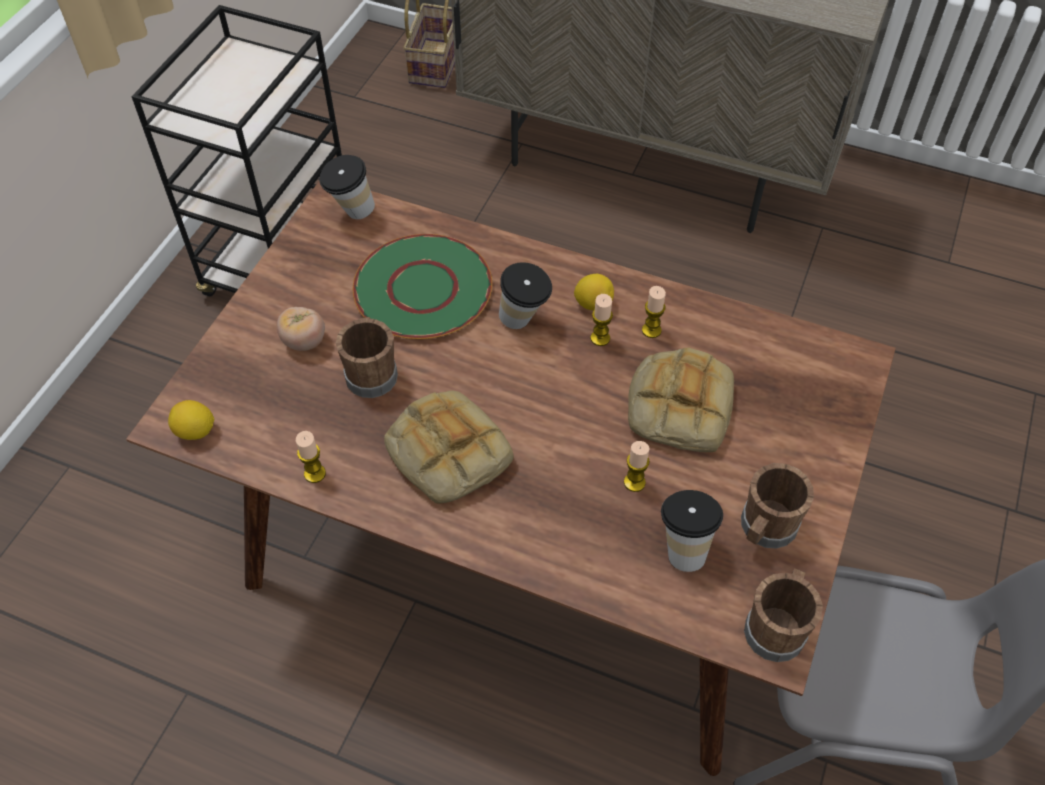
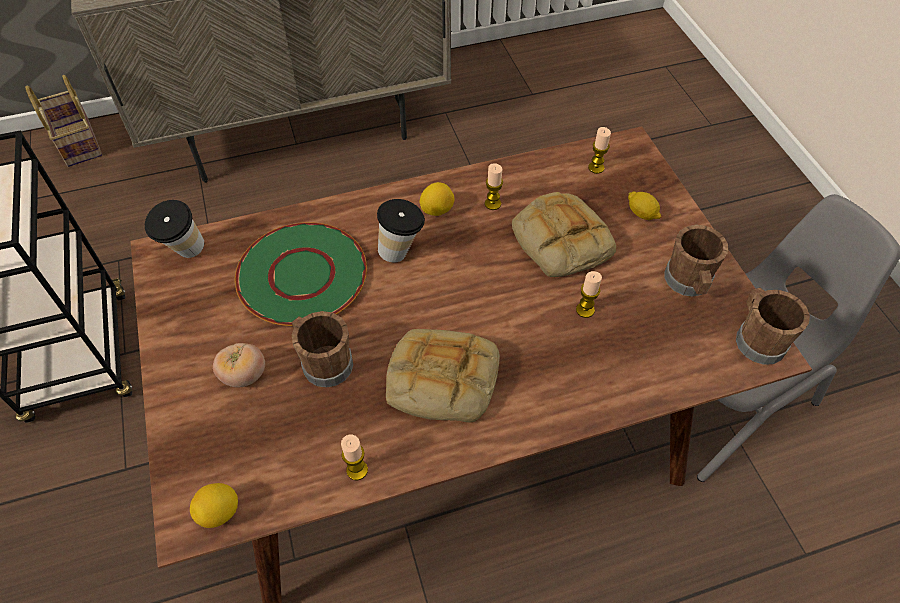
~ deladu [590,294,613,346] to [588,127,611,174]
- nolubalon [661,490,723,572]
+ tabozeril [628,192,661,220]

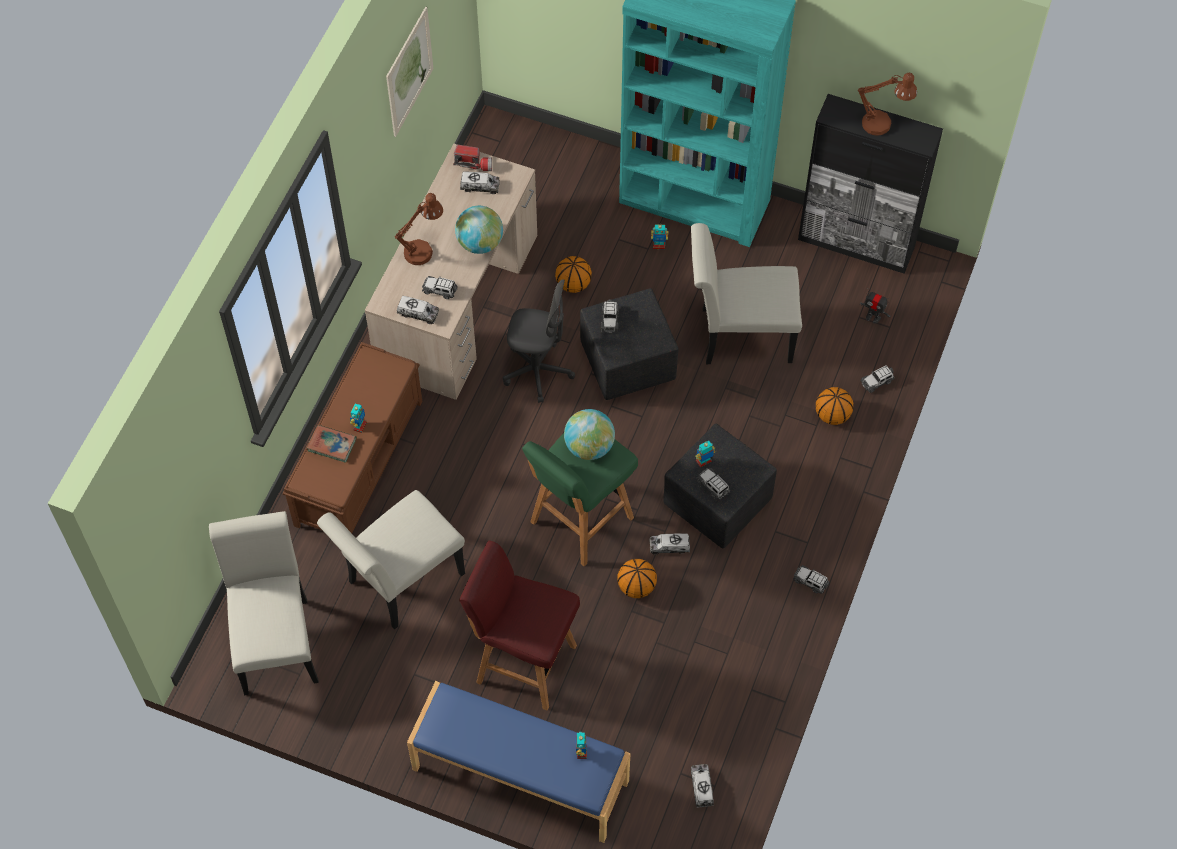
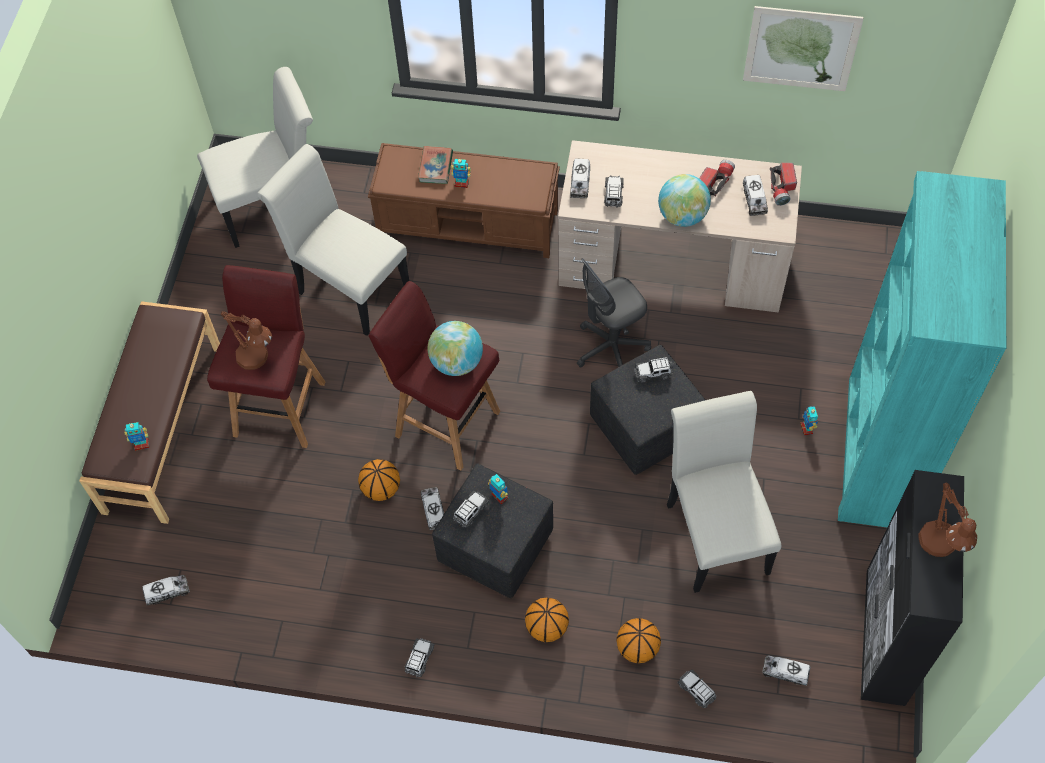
~ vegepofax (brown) [395,193,443,265] to [221,312,272,370]
~ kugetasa [555,256,592,293] to [525,597,569,642]
~ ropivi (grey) [503,279,575,403] = [577,258,651,368] 60 degrees clockwise
~ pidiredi [860,290,890,323] to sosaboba [762,655,811,686]
~ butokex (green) [522,433,638,566] to butokex (red) [369,281,500,471]
~ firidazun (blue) [407,681,630,843] to firidazun (brown) [79,301,220,524]
+ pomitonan [699,160,735,197]

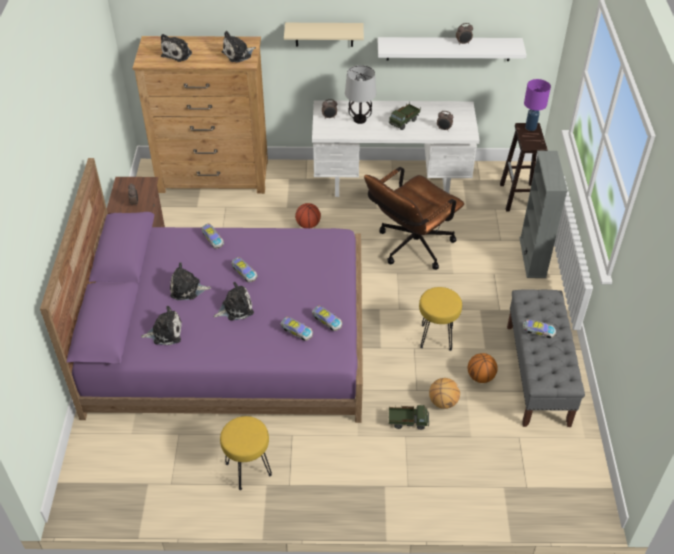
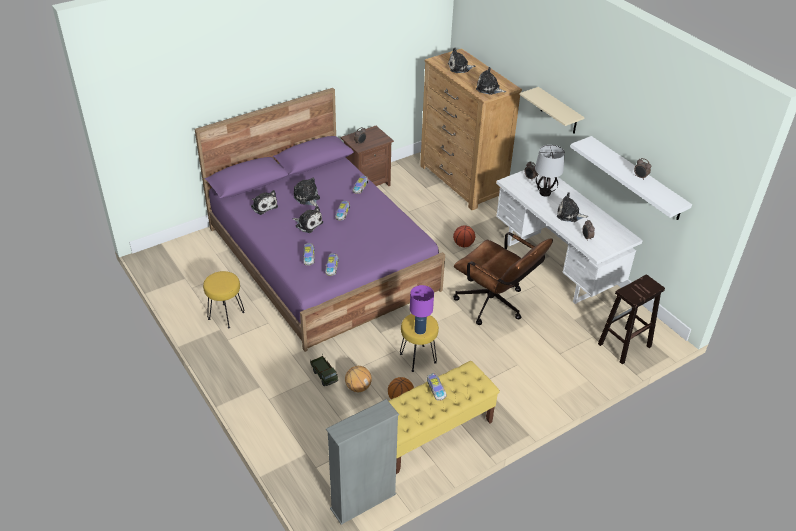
~ vegepofax (purple) [524,79,551,131] to [410,285,434,334]
~ sosaboba [389,101,421,130] to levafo [557,192,588,222]
~ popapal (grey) [519,151,568,278] to [326,399,399,525]
~ ropivi (brown) [364,167,464,270] = [453,232,553,325] 150 degrees counterclockwise
~ firidazun (grey) [507,289,585,427] to firidazun (yellow) [389,361,500,474]

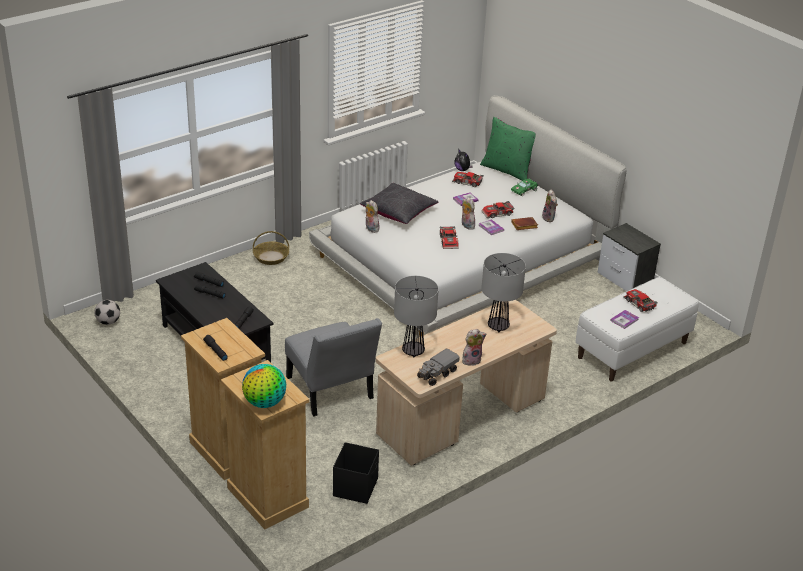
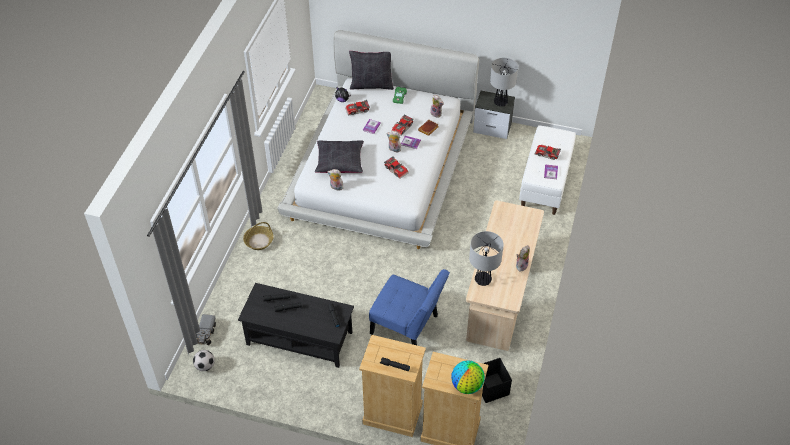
~ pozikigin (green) [480,117,536,181] to pozikigin (black) [349,51,394,90]
~ vegepofax [481,253,526,332] to [490,58,518,106]
~ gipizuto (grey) [285,318,382,416] to gipizuto (blue) [369,269,450,345]
~ sosaboba [417,349,460,386] to [197,314,216,345]

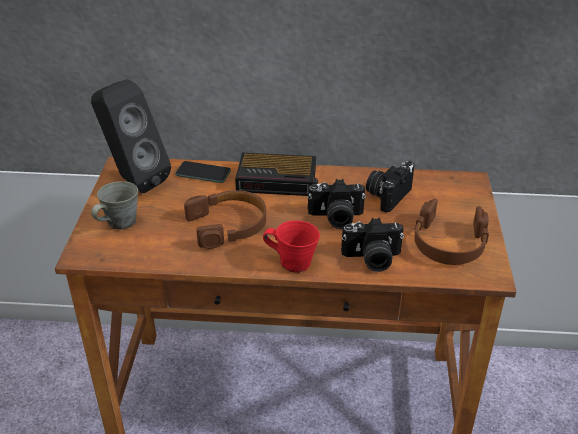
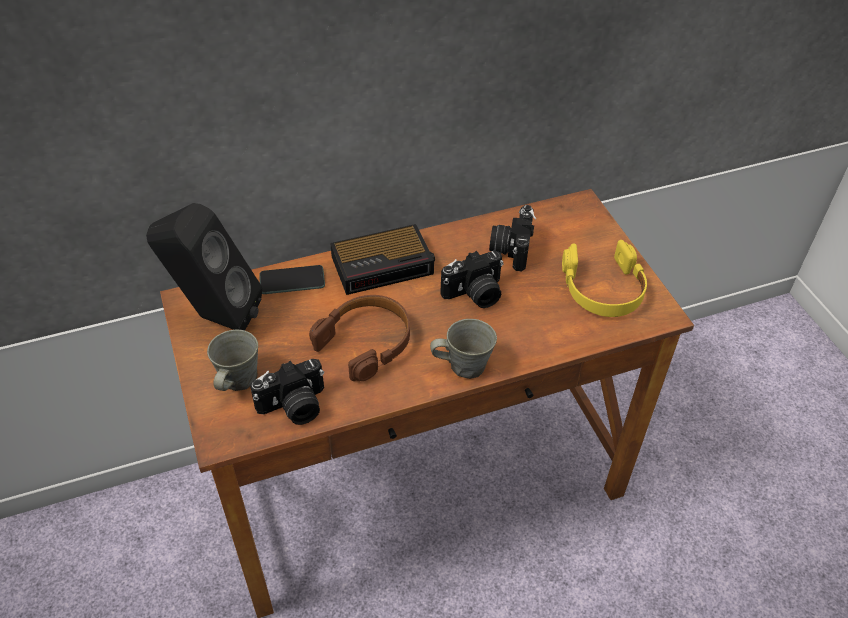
~ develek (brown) [414,198,489,265] to develek (yellow) [562,240,647,317]
~ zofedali [341,218,404,272] to [250,359,324,425]
~ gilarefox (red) [263,220,320,273] to gilarefox (grey) [430,319,497,379]

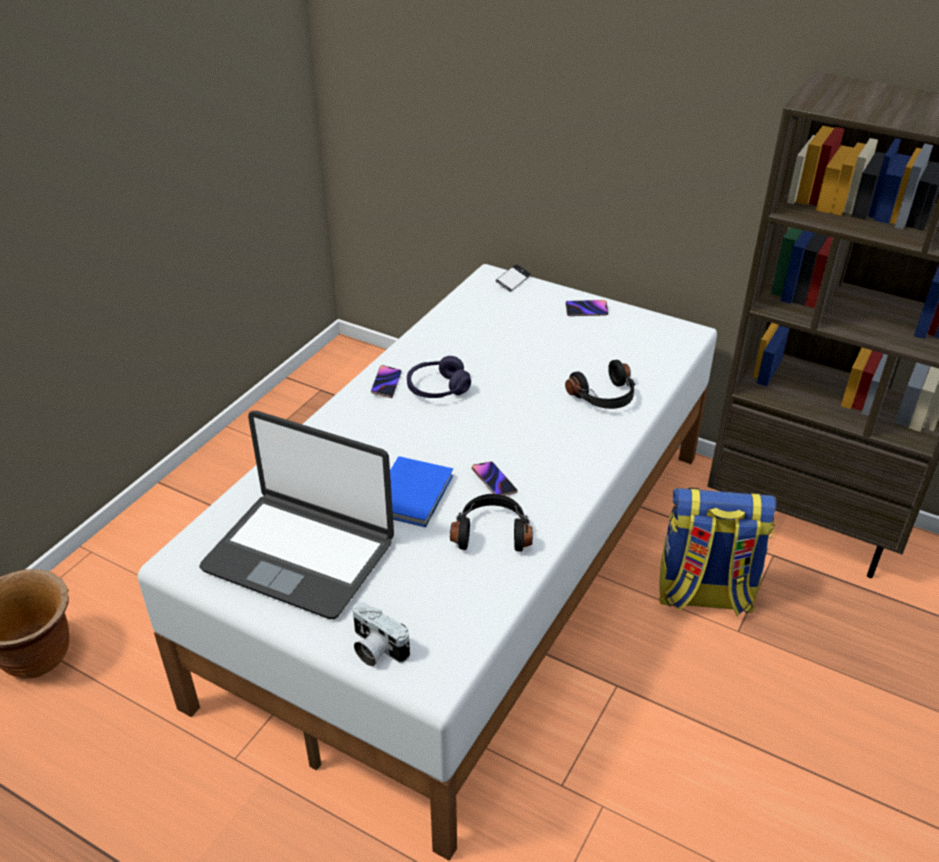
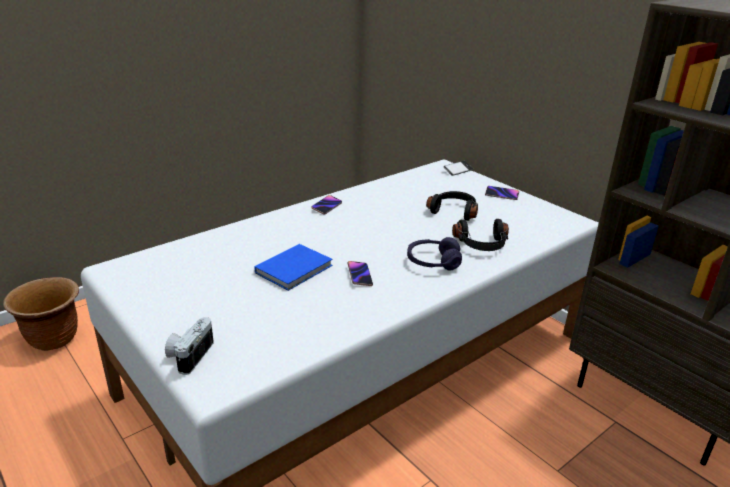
~ develek (purple) [407,356,471,398] to [407,237,462,271]
- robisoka [199,411,394,619]
- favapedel [659,488,776,616]
~ develek (black) [450,494,533,552] to [426,191,478,221]
~ zofedali [353,602,410,667] = [165,317,214,375] 45 degrees clockwise

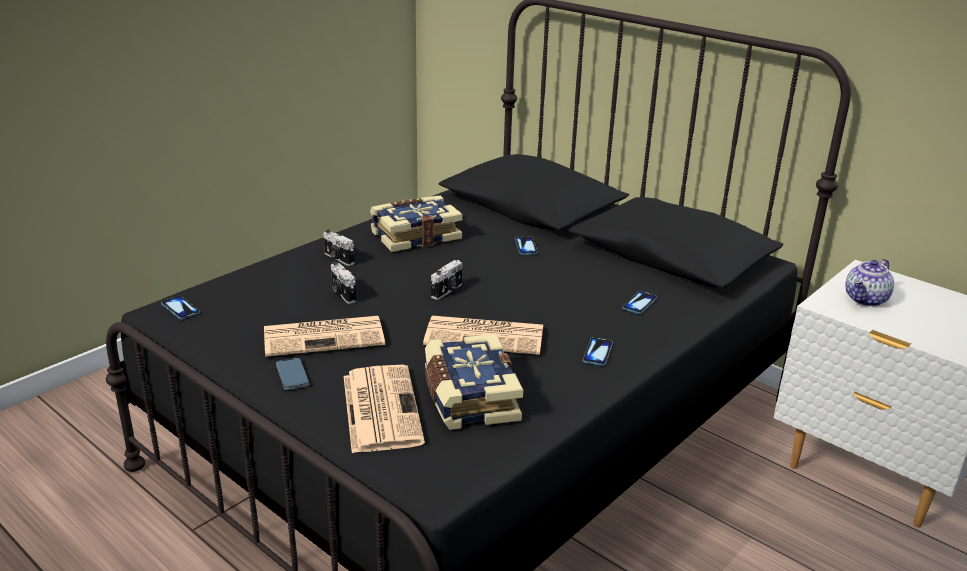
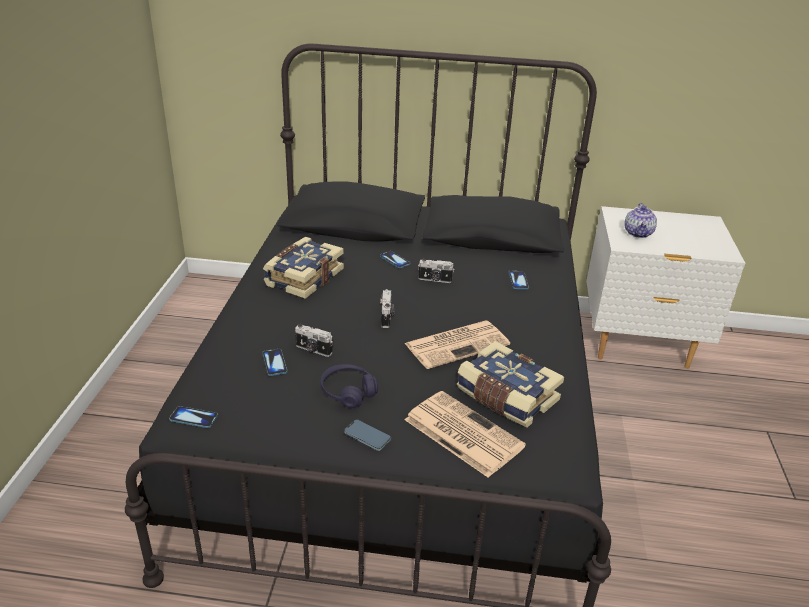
~ zofedali [323,229,355,266] to [418,259,454,283]
~ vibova [264,316,385,357] to develek (purple) [321,364,378,408]
~ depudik [583,337,613,366] to [262,349,288,376]

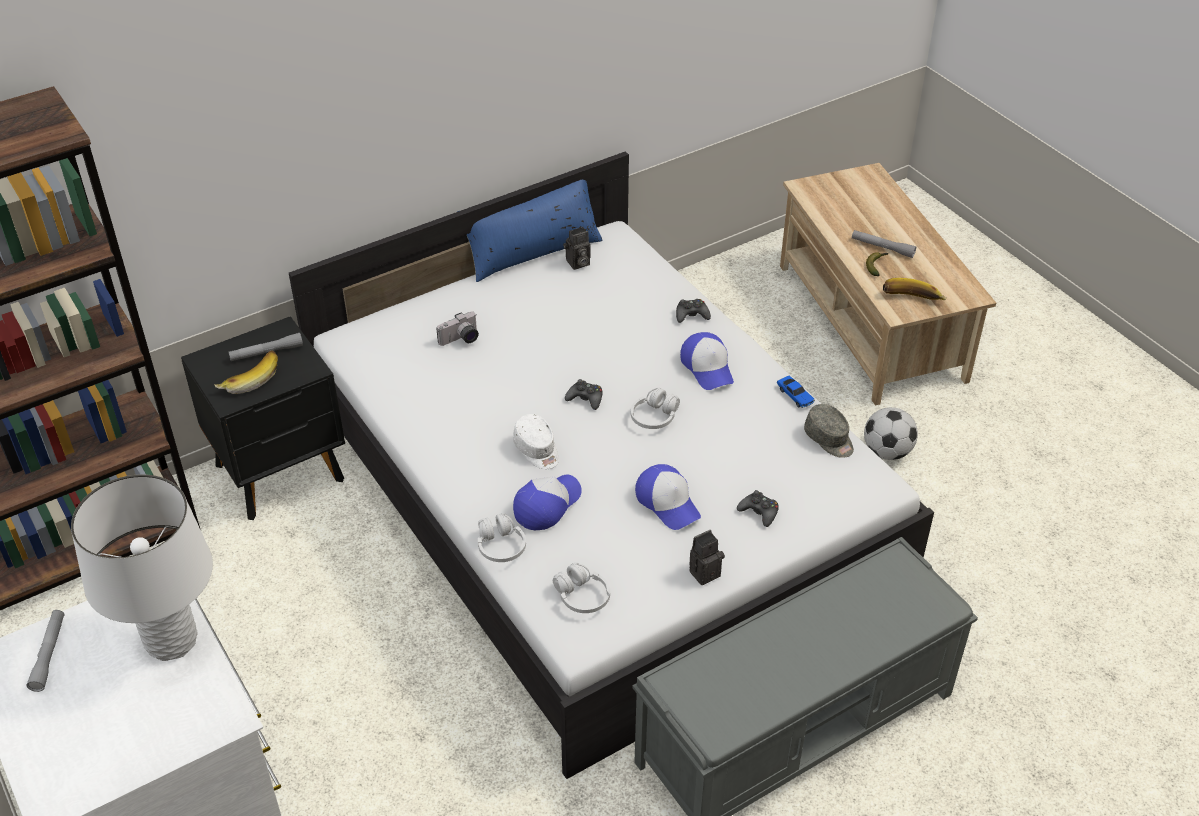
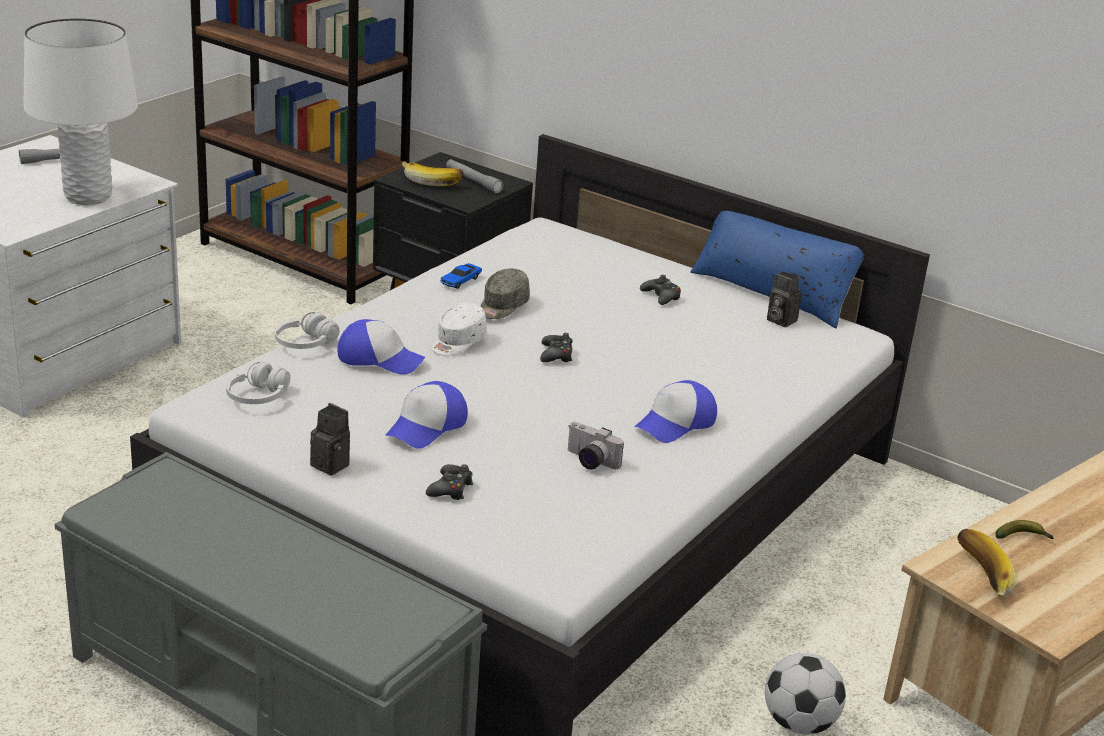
- pomitonan (grey) [852,230,916,258]
~ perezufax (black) [676,299,711,323] to [640,275,681,305]
~ zofedali [436,312,479,346] to [568,422,624,470]
~ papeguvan [777,376,815,408] to [440,263,482,289]
- develek (white) [630,388,680,429]
~ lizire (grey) [804,404,854,458] to [481,268,530,319]

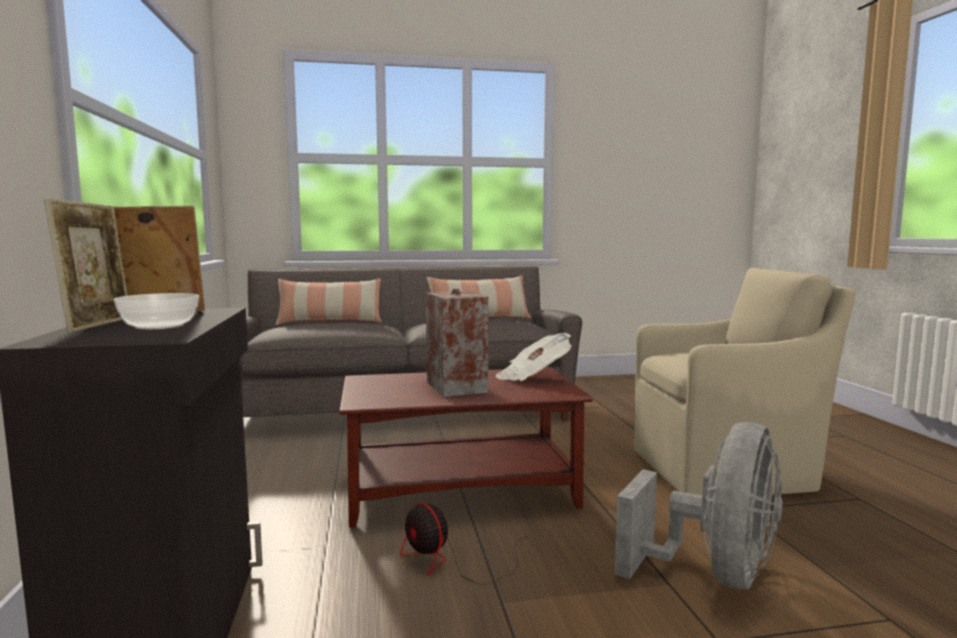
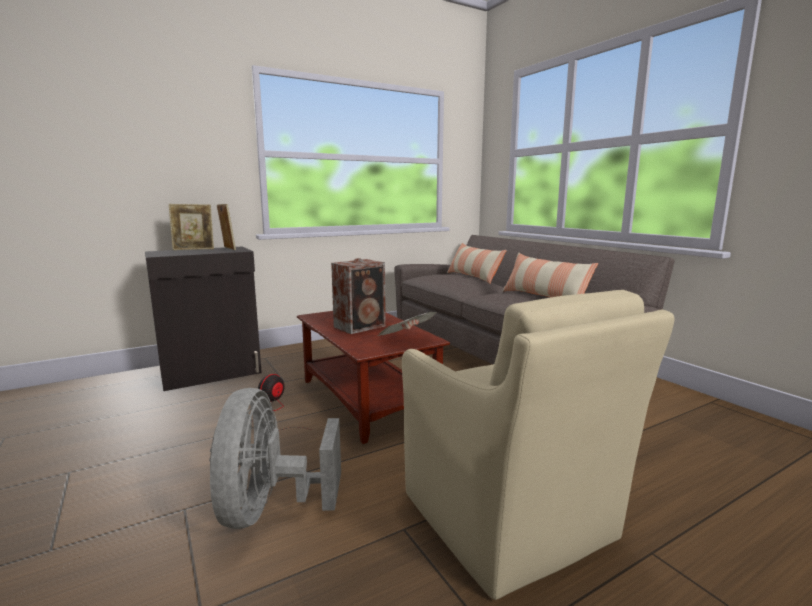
- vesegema [114,293,199,330]
~ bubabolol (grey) [615,422,783,589] = [209,388,341,529] 75 degrees clockwise

